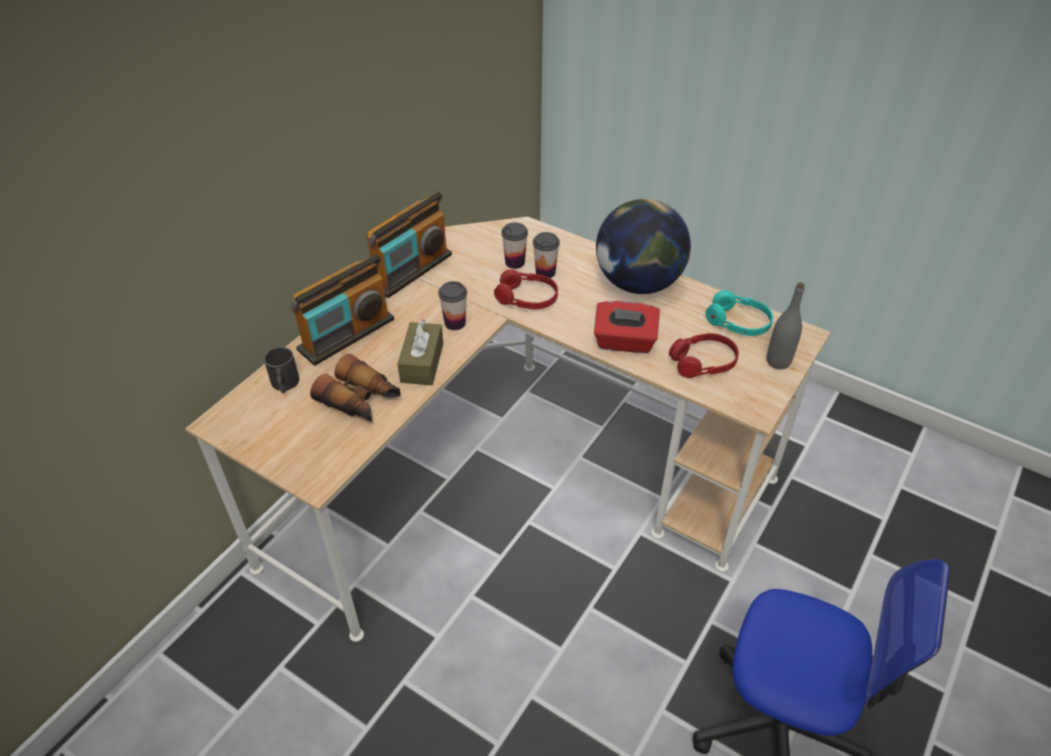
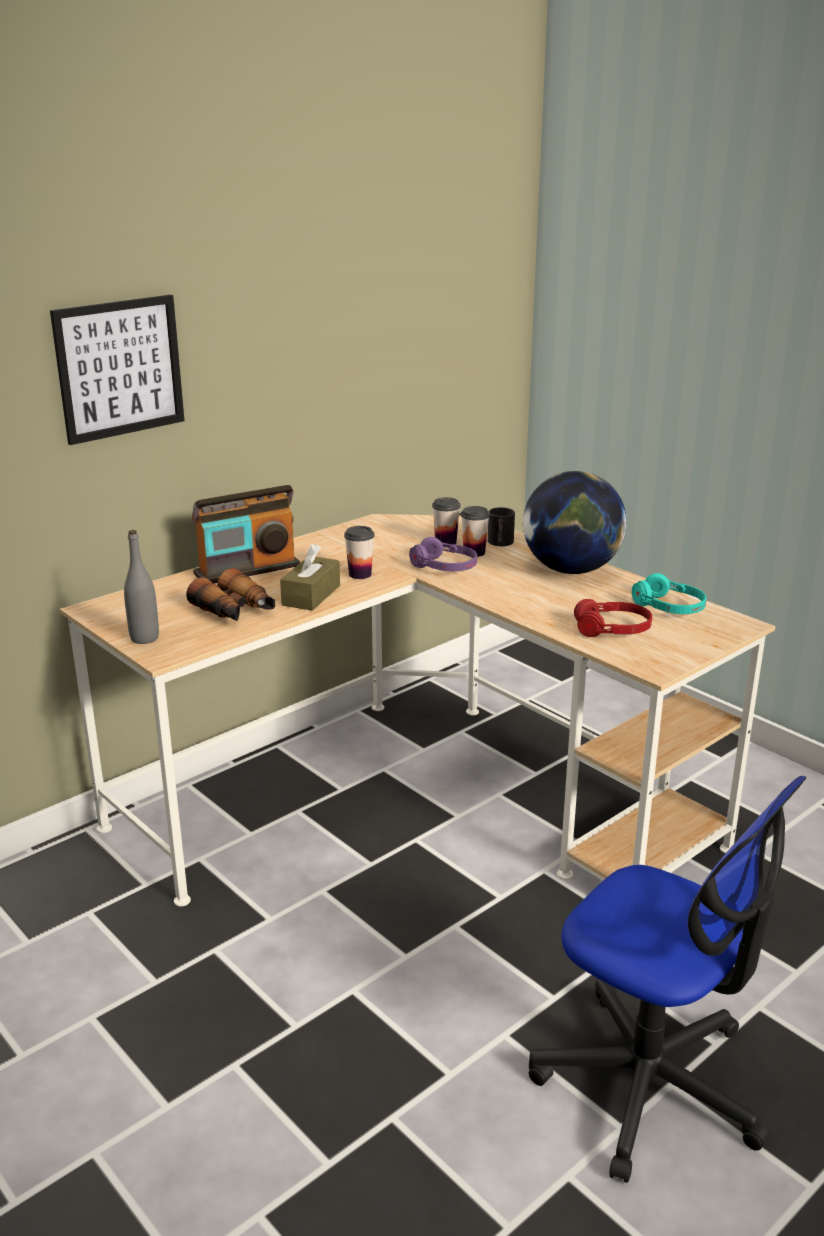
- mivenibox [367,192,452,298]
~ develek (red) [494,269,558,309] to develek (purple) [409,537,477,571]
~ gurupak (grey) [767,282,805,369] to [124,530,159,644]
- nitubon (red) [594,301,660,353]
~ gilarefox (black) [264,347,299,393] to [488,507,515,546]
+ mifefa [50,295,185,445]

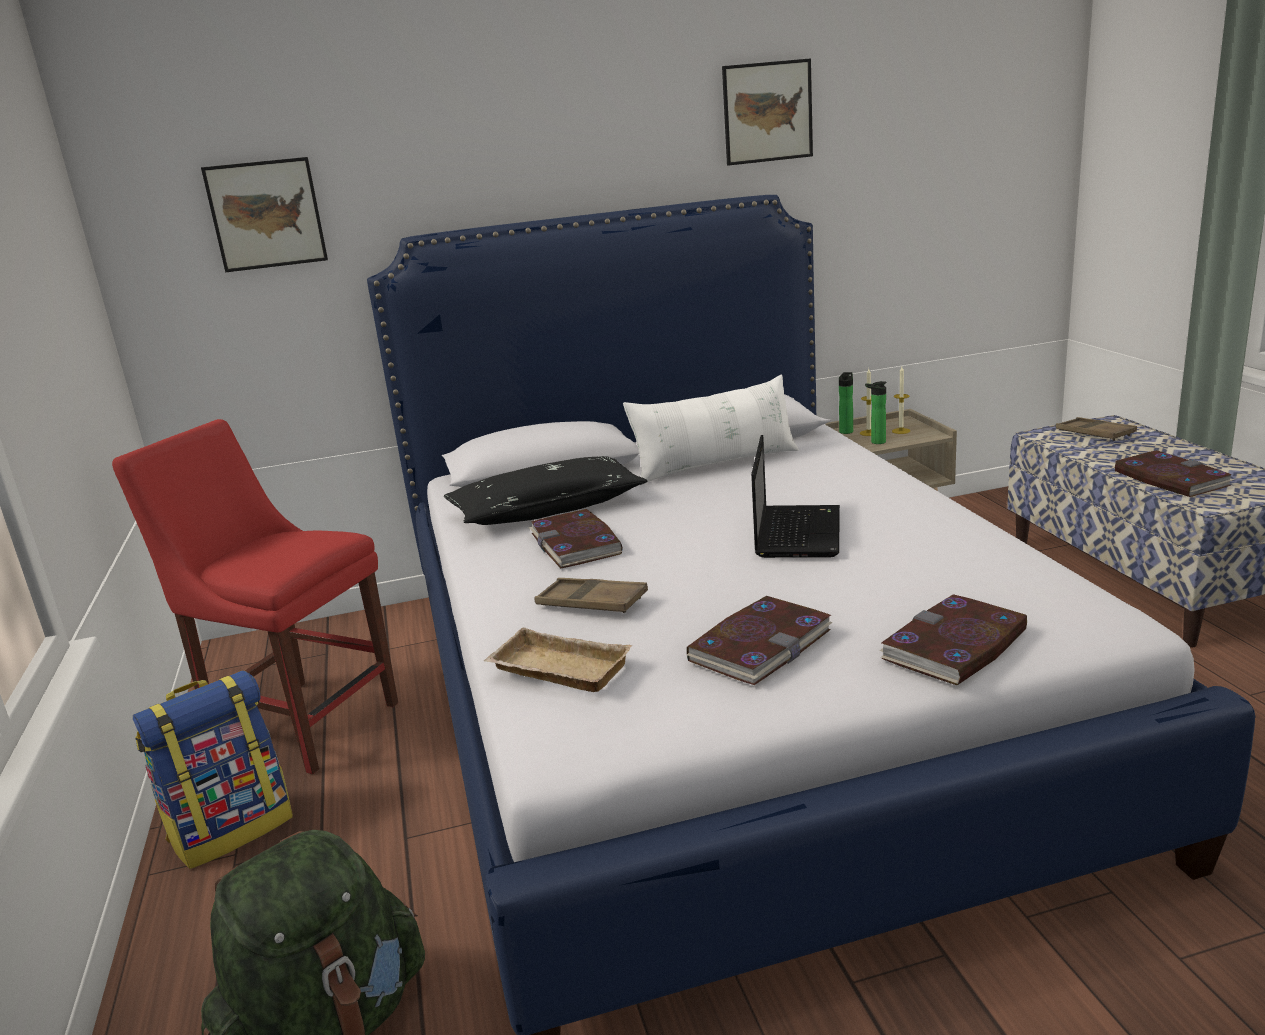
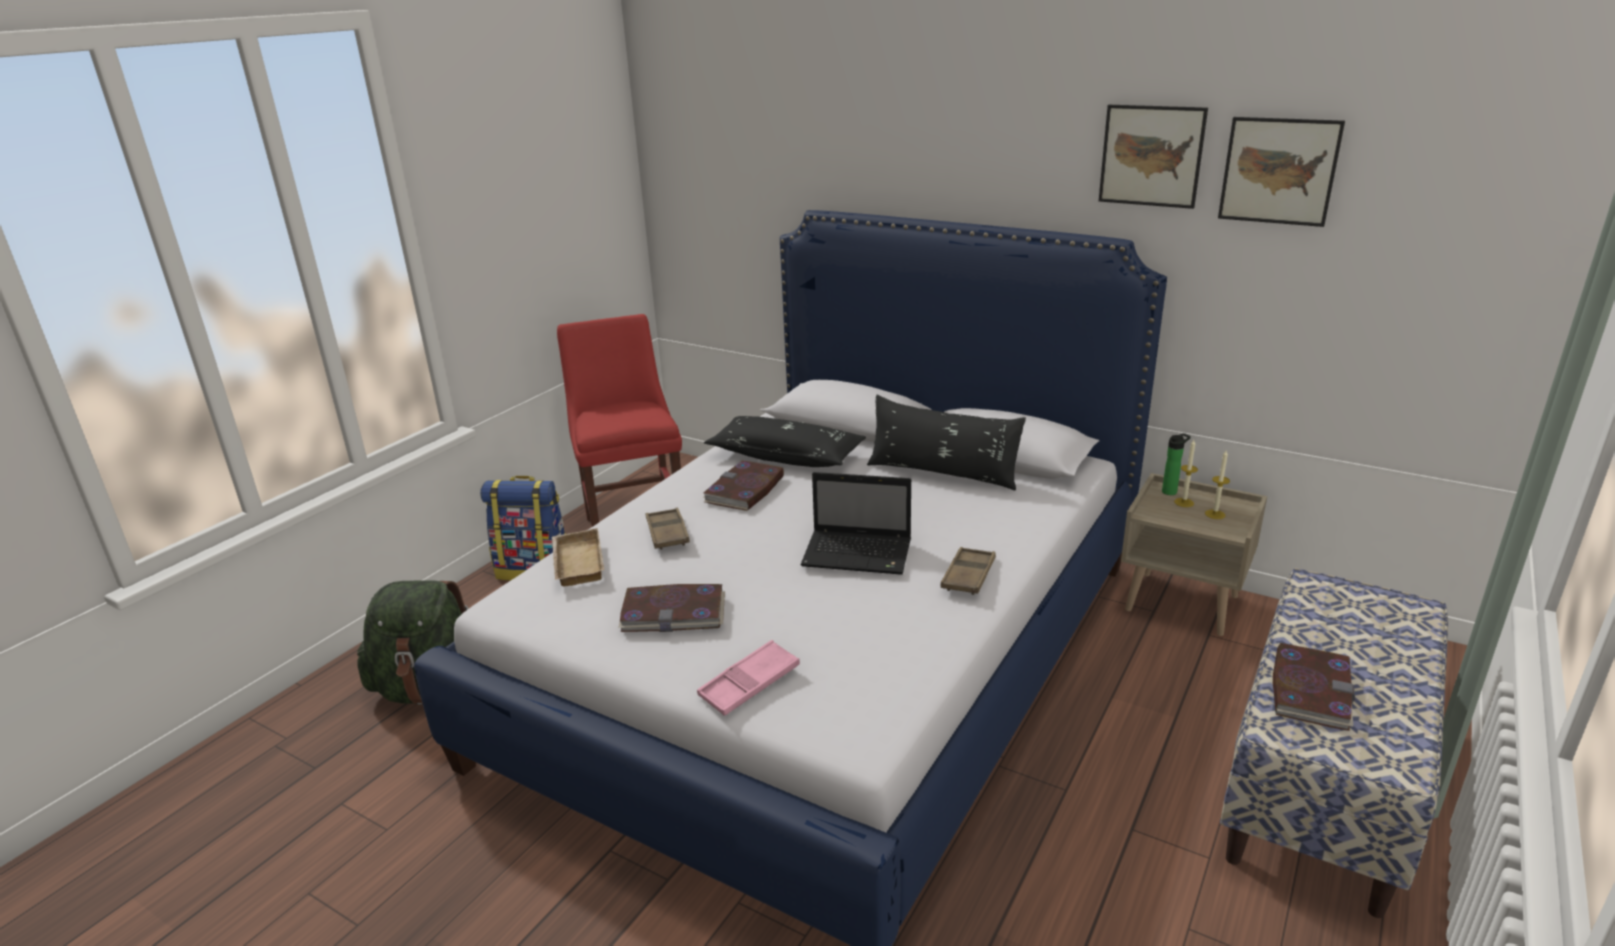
~ mifefa [201,157,328,272] to [1218,117,1345,227]
~ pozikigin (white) [623,375,799,485] to pozikigin (black) [867,395,1026,491]
- gurupak [865,381,887,444]
~ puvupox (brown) [1056,417,1137,441] to [941,547,996,595]
~ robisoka [751,435,840,558] = [801,472,911,575] 45 degrees clockwise
~ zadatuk [879,594,1027,685] to puvupox (pink) [697,640,800,716]

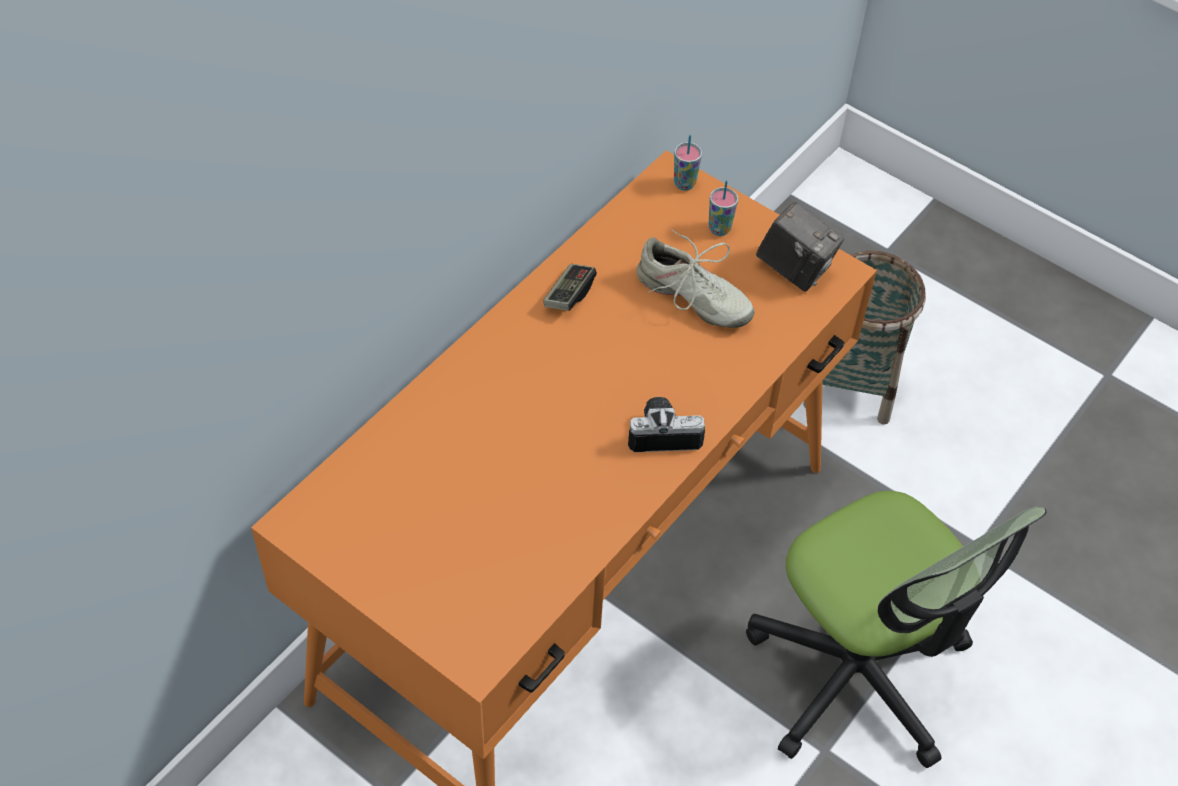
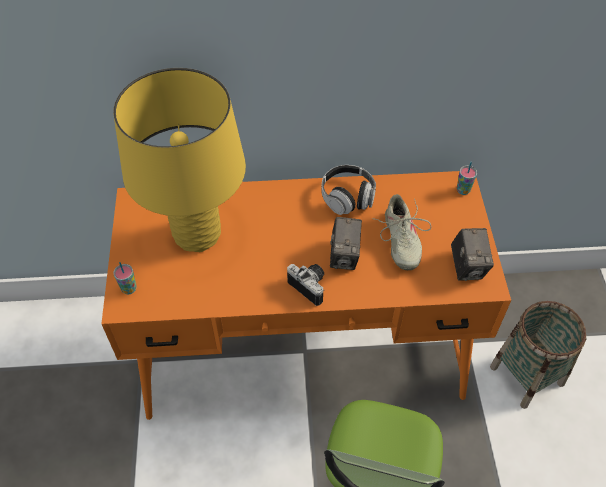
~ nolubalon [709,180,738,236] to [113,262,137,294]
~ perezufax [543,264,597,311] to develek [321,165,376,215]
+ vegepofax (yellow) [113,68,246,252]
+ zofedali [330,217,362,270]

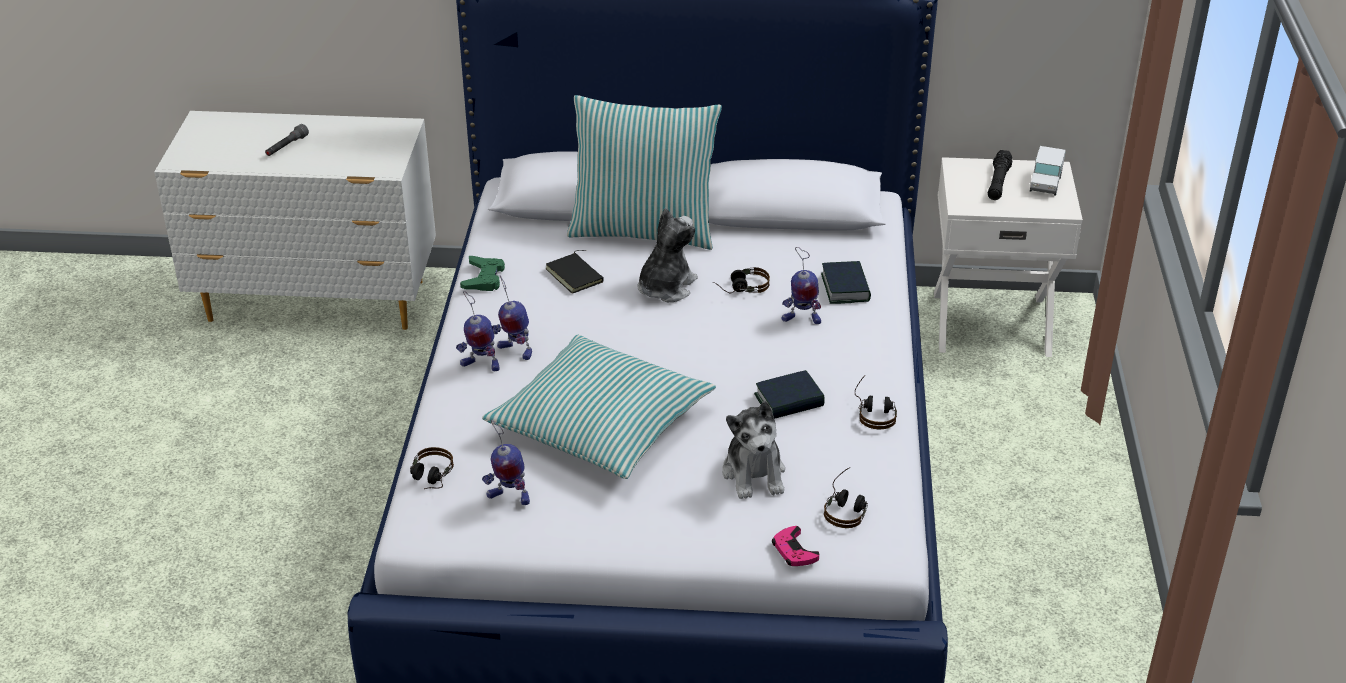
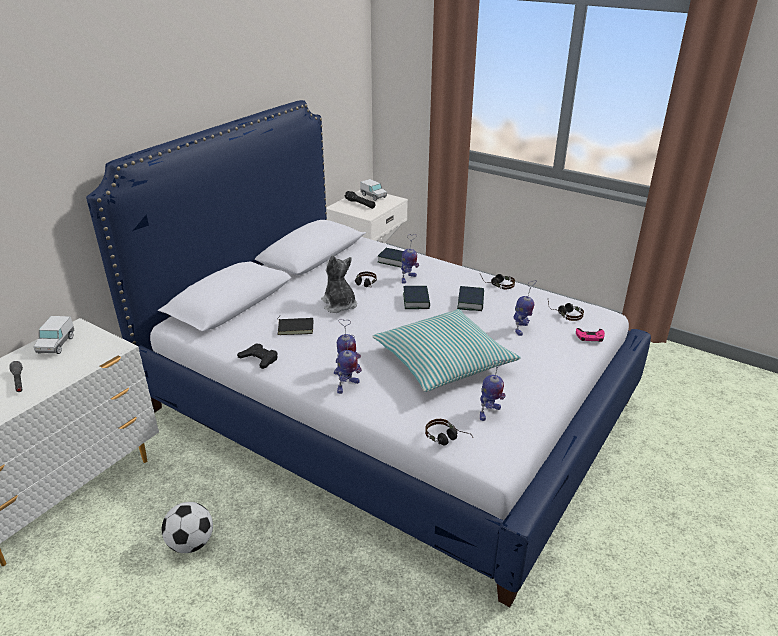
- pozikigin [567,95,722,250]
~ perezufax (green) [460,256,505,291] to perezufax (black) [237,344,278,369]
~ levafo [722,401,785,499] to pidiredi [513,280,537,336]
+ zadatuk [403,286,430,309]
+ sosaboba [33,316,75,354]
+ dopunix [161,502,213,553]

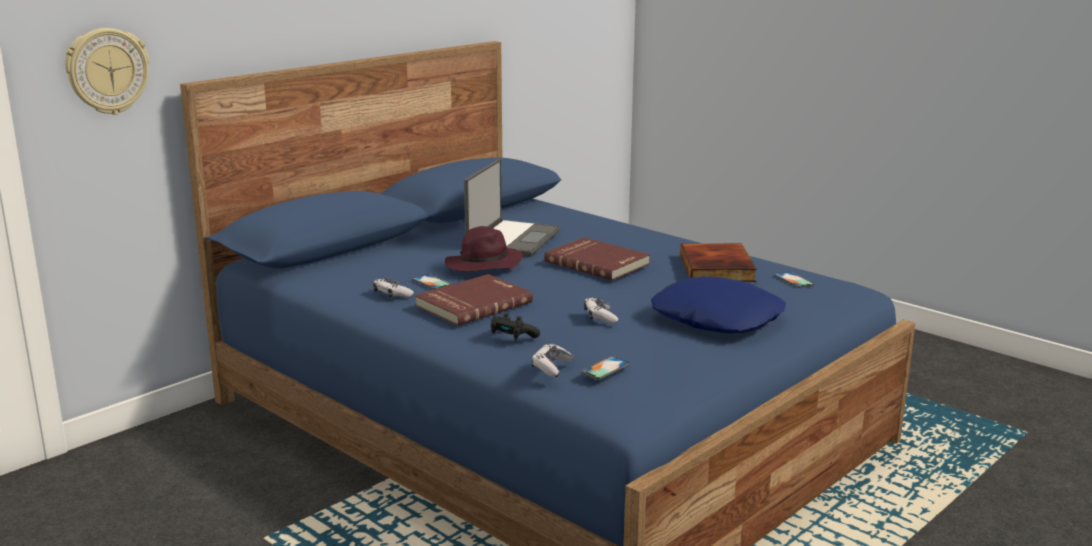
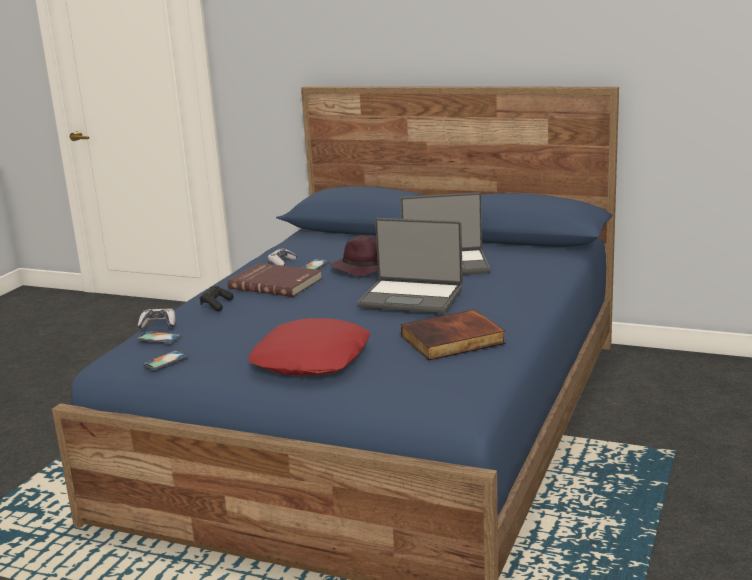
- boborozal [65,28,149,115]
~ zadatuk (red) [544,238,650,280] to robisoka [357,218,463,313]
~ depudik [775,272,814,288] to [143,350,188,370]
~ pozikigin (blue) [651,276,786,333] to pozikigin (red) [248,318,370,376]
- perezufax [584,297,618,324]

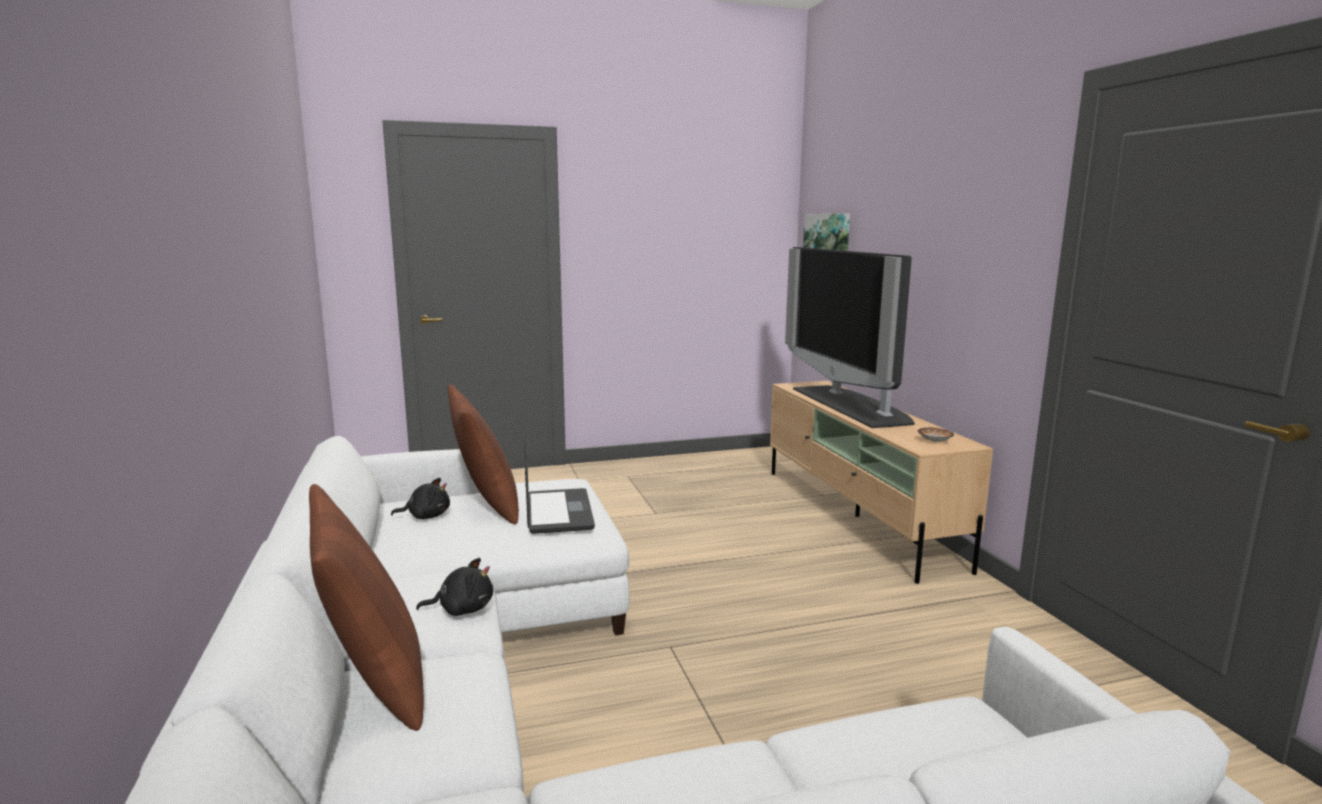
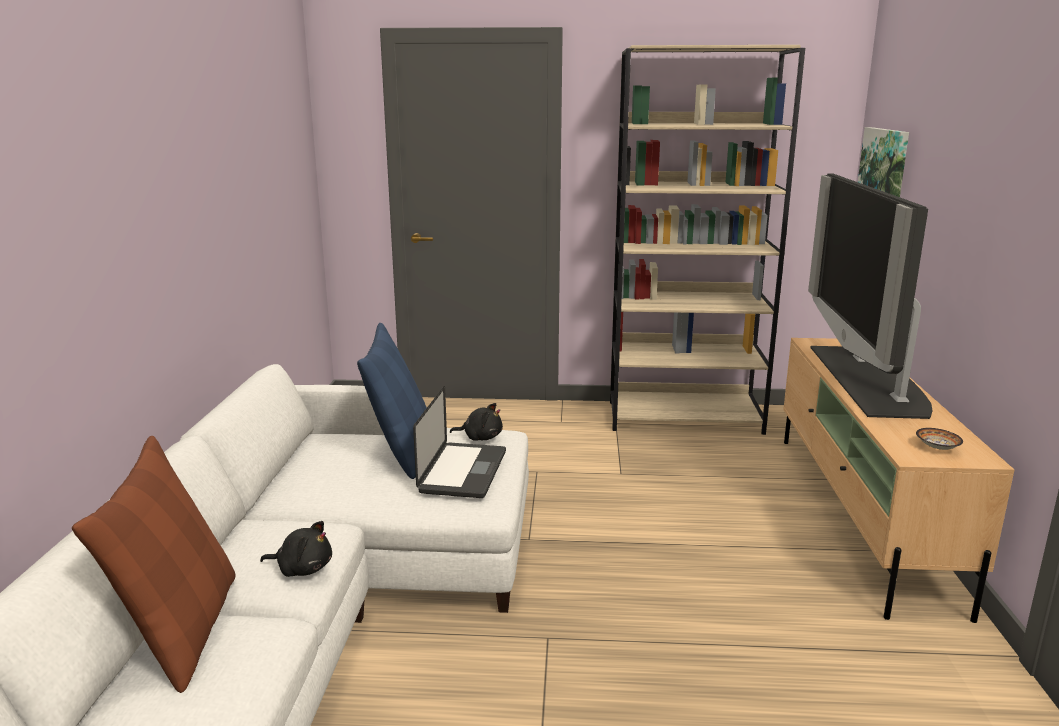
~ pozikigin (brown) [448,384,519,524] to pozikigin (blue) [357,323,427,479]
~ levafo (black) [391,478,450,519] to [450,403,503,440]
+ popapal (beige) [610,45,805,435]

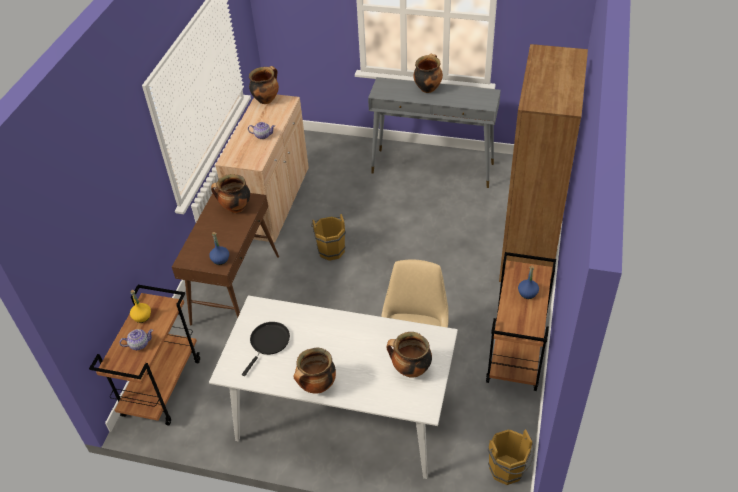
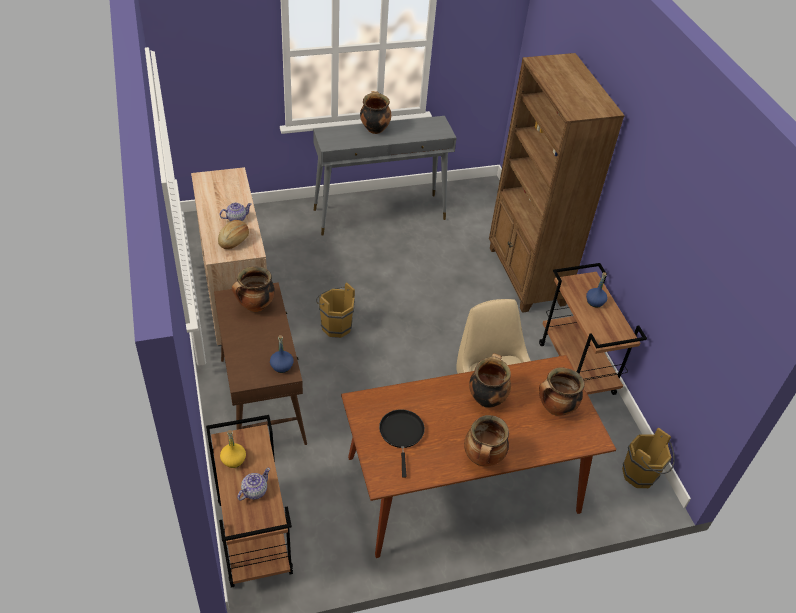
~ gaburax [249,66,279,104] to [469,353,511,408]
~ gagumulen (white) [209,295,458,479] to gagumulen (brown) [341,355,616,558]
+ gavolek [218,220,249,249]

